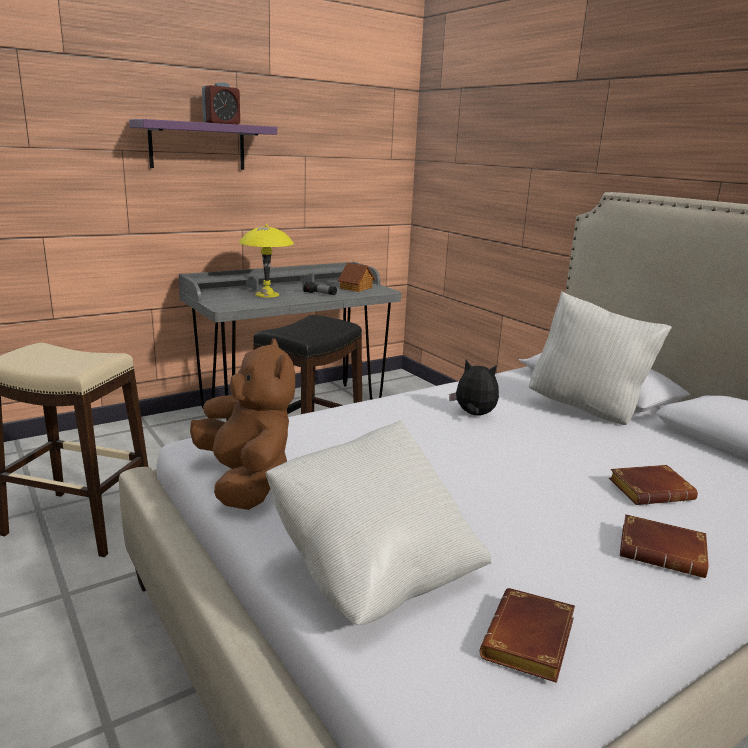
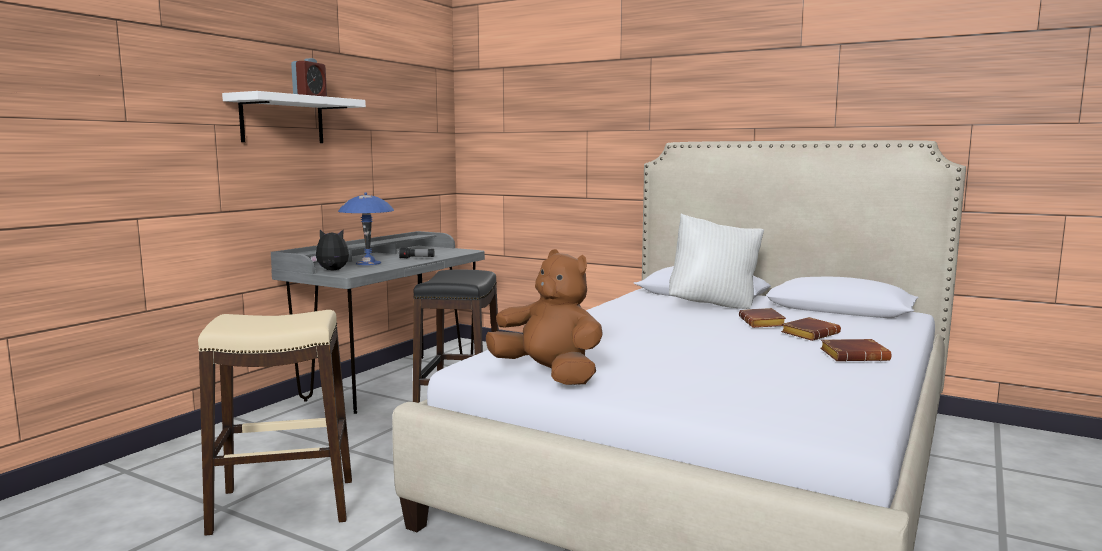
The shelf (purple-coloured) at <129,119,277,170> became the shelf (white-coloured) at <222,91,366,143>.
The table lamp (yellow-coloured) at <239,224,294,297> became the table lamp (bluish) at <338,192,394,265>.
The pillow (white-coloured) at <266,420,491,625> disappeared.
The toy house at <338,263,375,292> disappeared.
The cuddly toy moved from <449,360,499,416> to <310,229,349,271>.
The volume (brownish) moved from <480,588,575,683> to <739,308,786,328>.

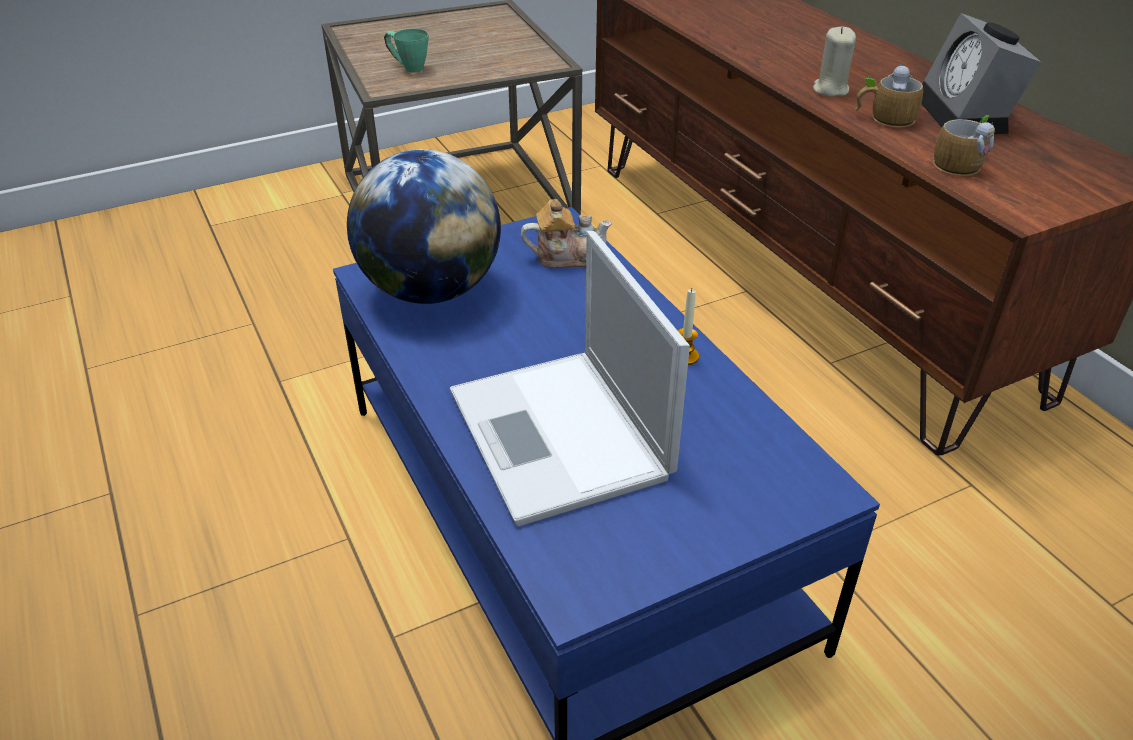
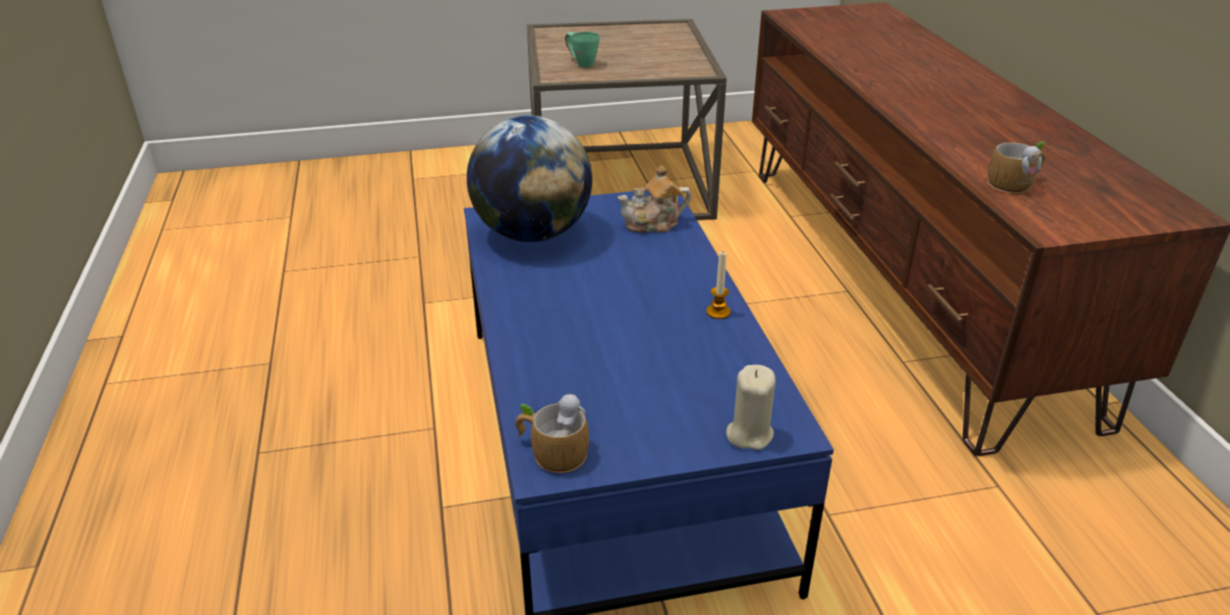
The portable computer at <450,231,690,526> disappeared.
The tea pot at <521,199,612,268> turned 150 degrees clockwise.
The wax light (sand-coloured) moved from <813,27,856,97> to <726,365,776,450>.
The mug moved from <855,64,923,127> to <515,392,589,473>.
The bedside clock at <922,13,1042,134> disappeared.

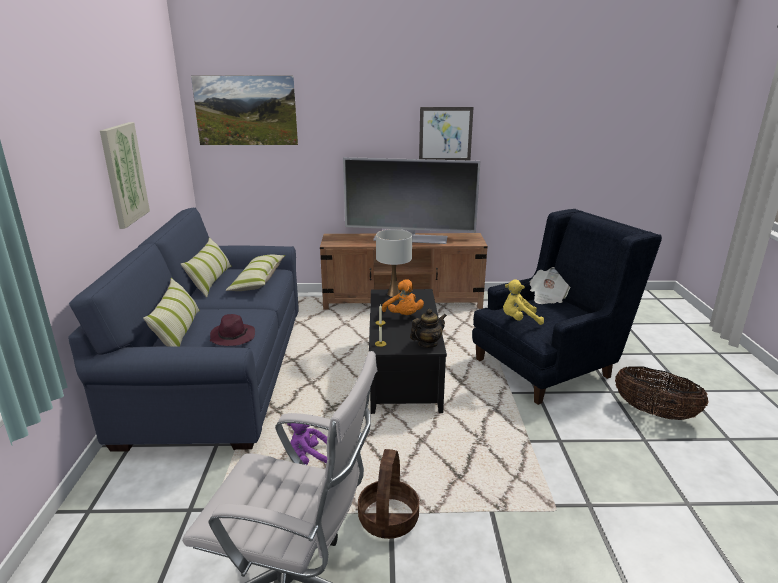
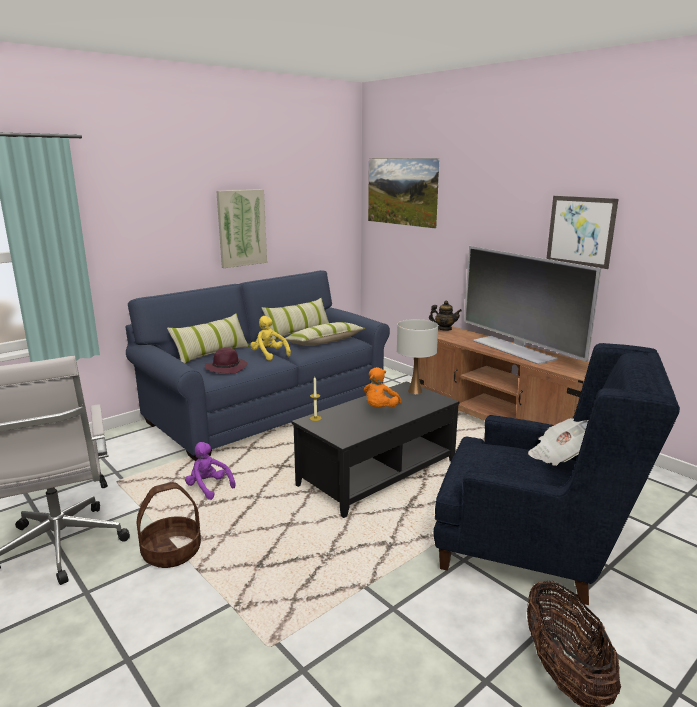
The tea pot moved from <410,309,447,348> to <429,300,462,331>.
The cuddly toy (yellow-coloured) moved from <503,279,544,325> to <250,316,291,361>.

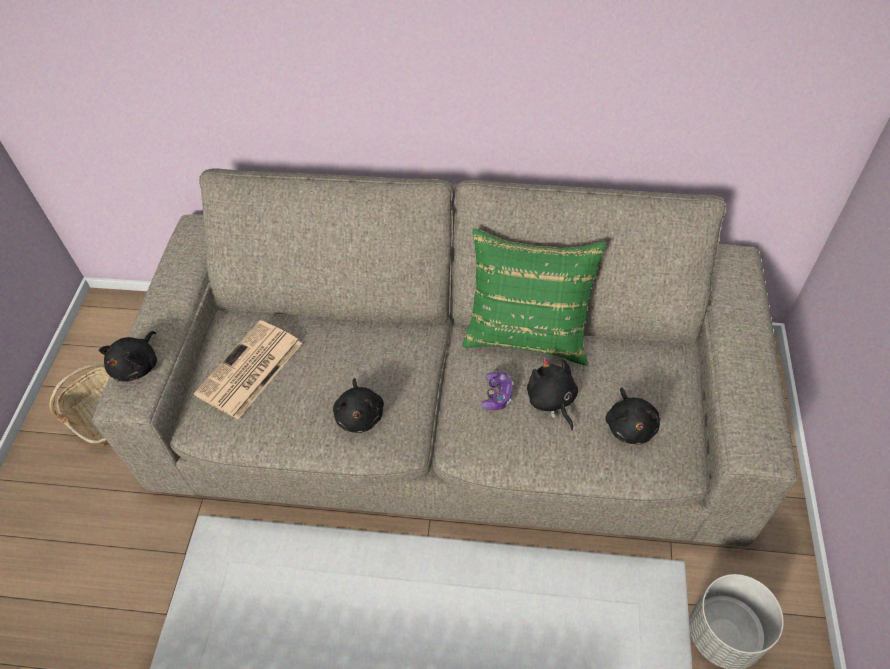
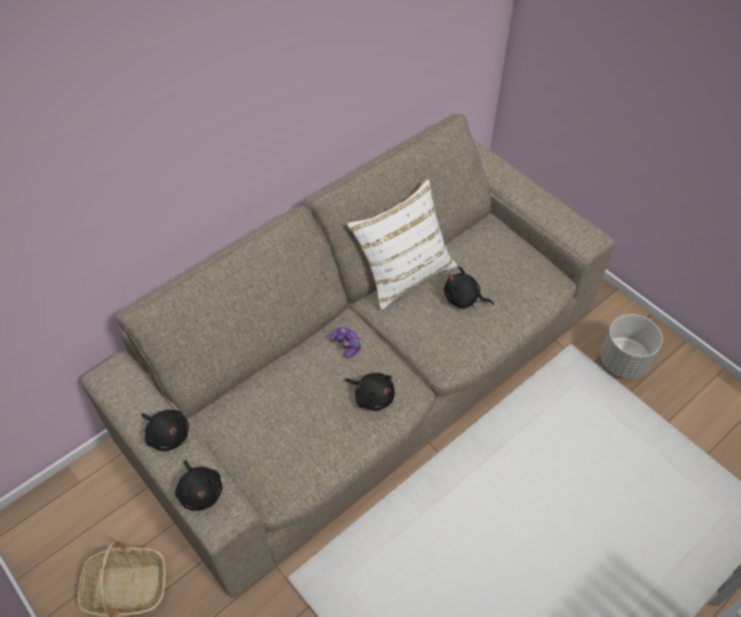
The daily paper at <194,320,302,420> disappeared.
The pillow (green-coloured) at <462,228,606,365> became the pillow (white-coloured) at <347,179,457,310>.
The game controller moved from <481,372,514,410> to <330,327,361,359>.
The cuddly toy (black-coloured) moved from <606,388,661,445> to <141,410,189,451>.

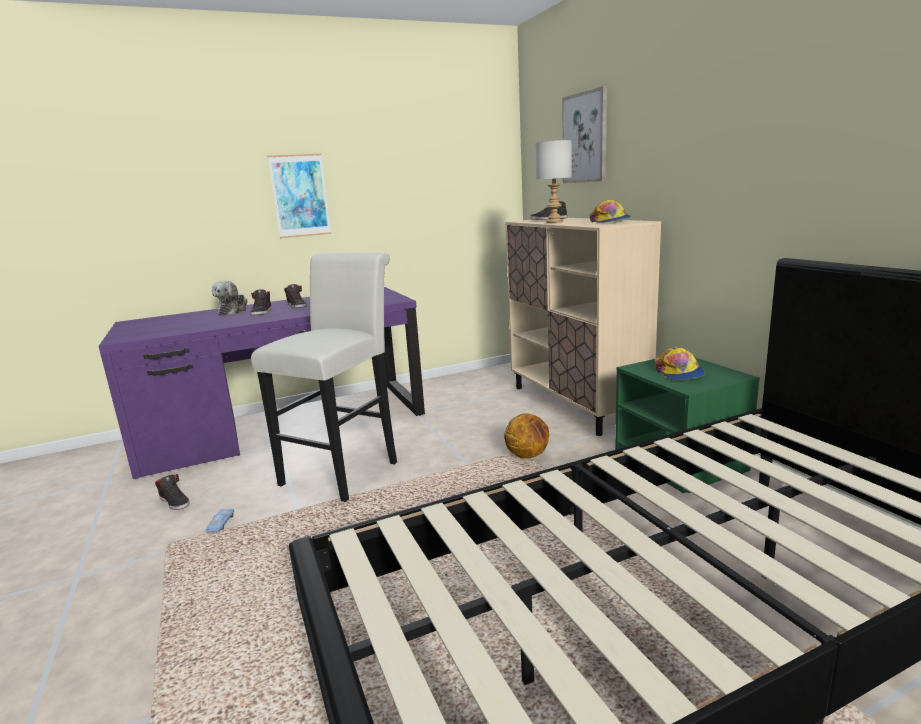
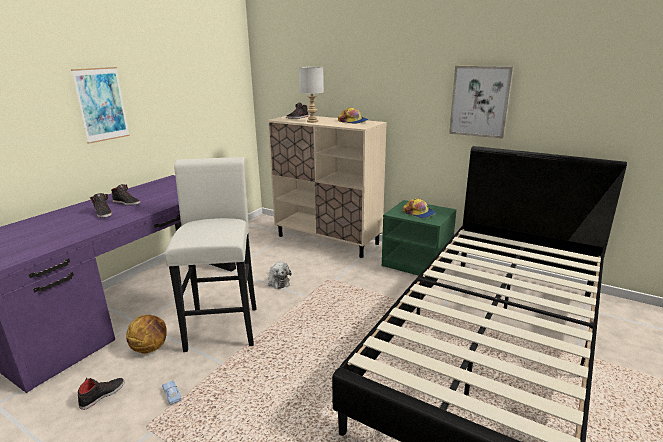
The low shoe (black-coloured) at <155,474,190,510> turned 60 degrees counterclockwise.
The cuddly toy moved from <212,280,247,315> to <268,262,291,289>.
The ball for basketball moved from <504,413,549,459> to <126,315,167,354>.
The picture moved from <562,86,607,183> to <449,66,514,139>.

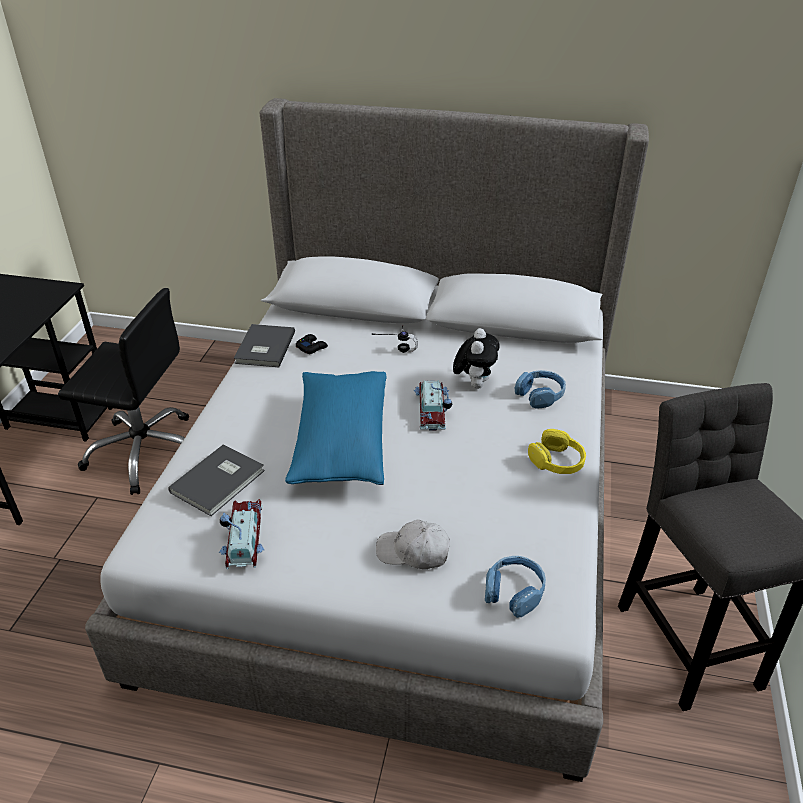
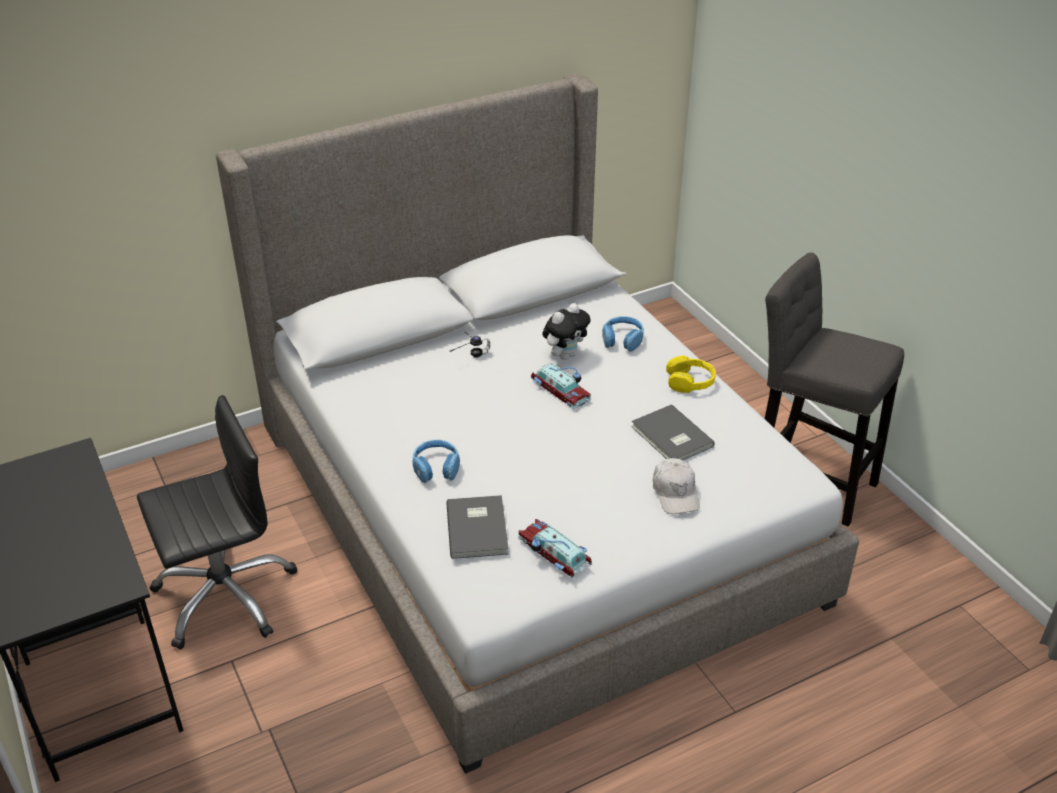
The volume (grey) moved from <234,324,295,367> to <631,404,715,460>.
The pillow (bluish) at <285,371,387,485> disappeared.
The game controller (black-coloured) at <296,334,328,354> disappeared.
The cap (white-coloured) at <376,519,450,569> turned 75 degrees counterclockwise.
The cuddly toy at <453,328,500,389> turned 75 degrees clockwise.
The headset (bluish) moved from <485,556,546,618> to <412,440,460,483>.

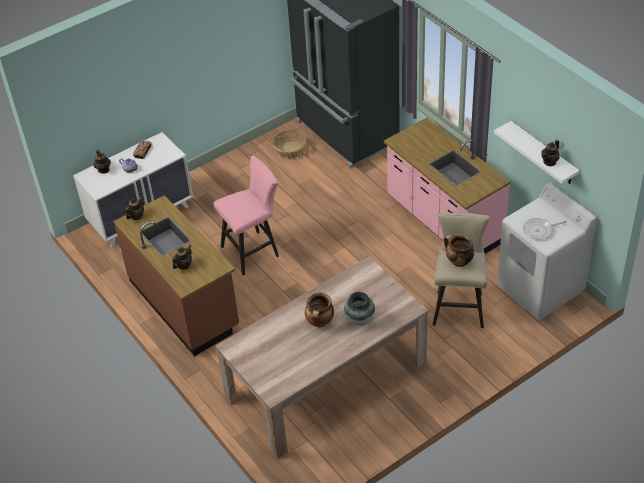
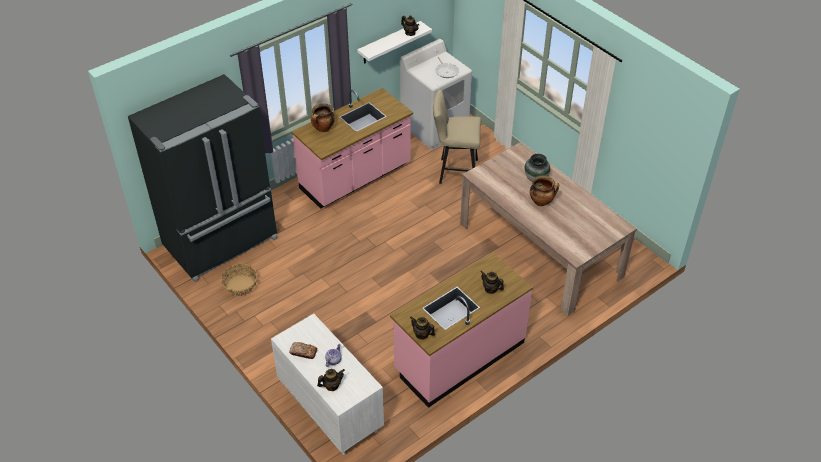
The counter (brownish) at <113,195,239,356> became the counter (pink-coloured) at <390,252,533,408>.
The sitting stool (pink-coloured) at <214,155,279,275> disappeared.
The cooking pot moved from <444,233,475,267> to <311,103,335,132>.

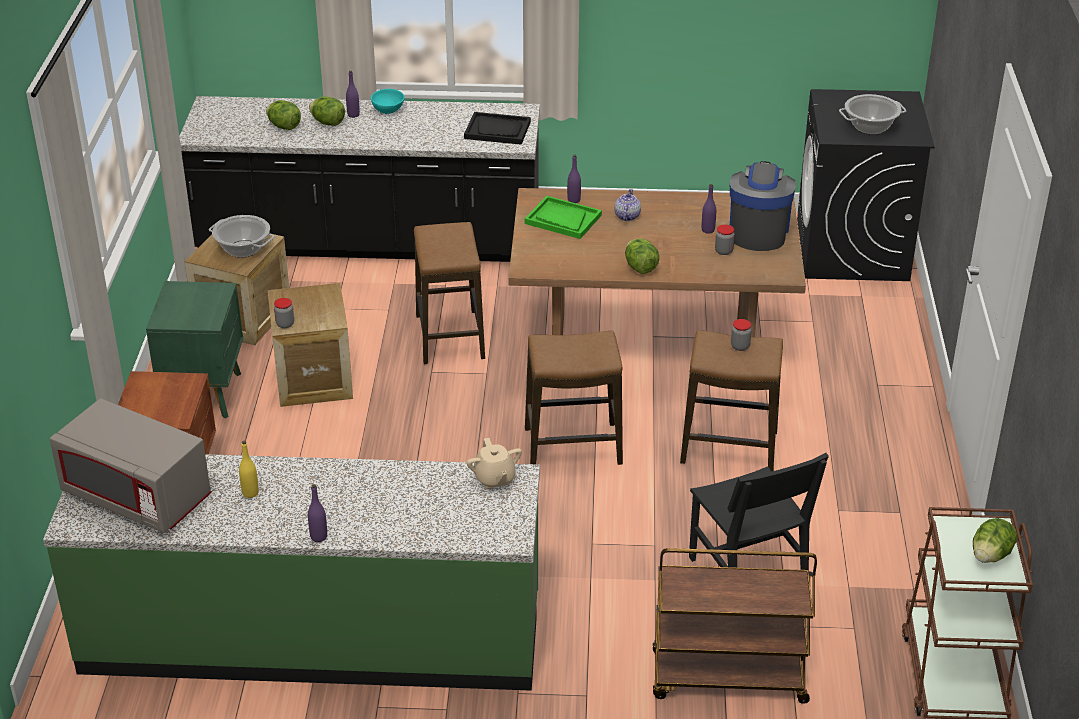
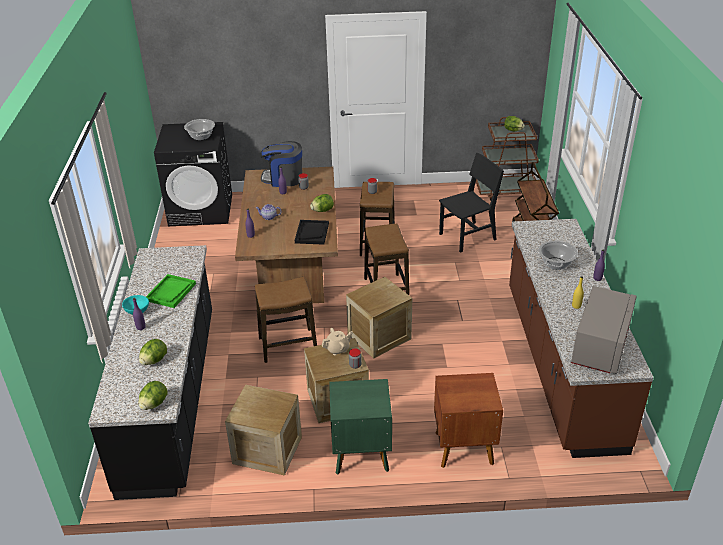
The counter (green-coloured) at <43,454,540,691> became the counter (brownish) at <509,219,654,458>.
The cooking pot moved from <209,215,274,258> to <539,240,578,270>.
The lettuce head moved from <309,96,345,126> to <139,381,168,410>.
The carrying tray (black-coloured) moved from <464,112,531,145> to <295,220,329,245>.
The tea pot (sand-coloured) moved from <467,438,522,489> to <322,328,353,355>.
The carrying tray (green-coloured) moved from <524,196,602,239> to <146,274,196,308>.
The packing crate at <346,277,412,359> appeared.

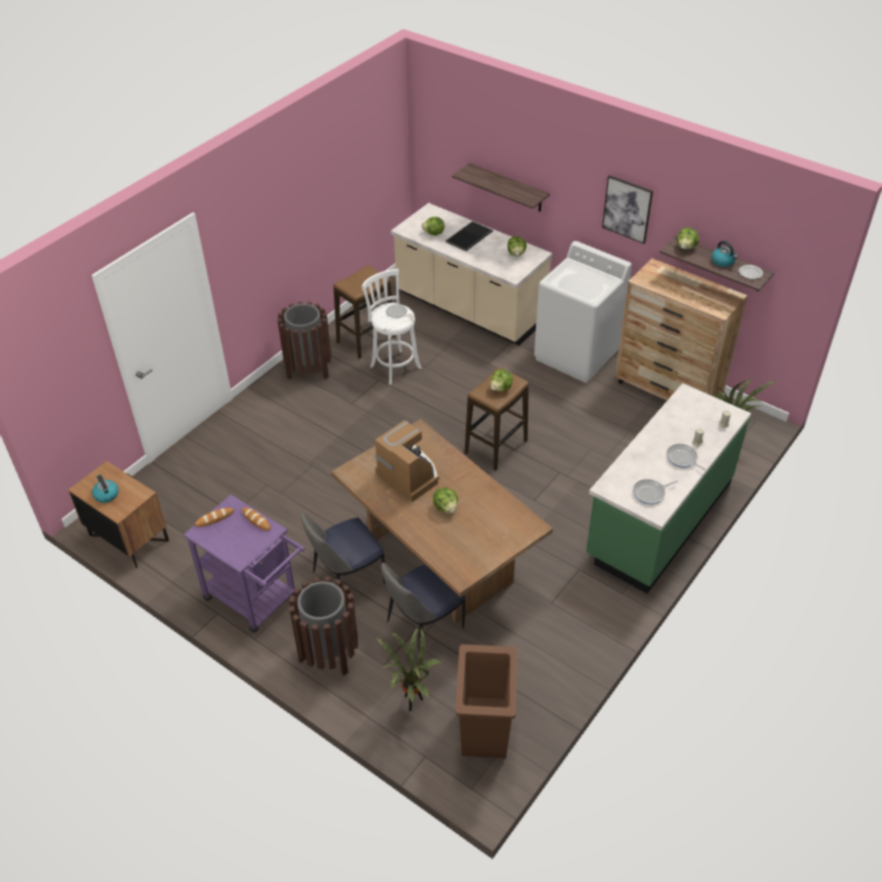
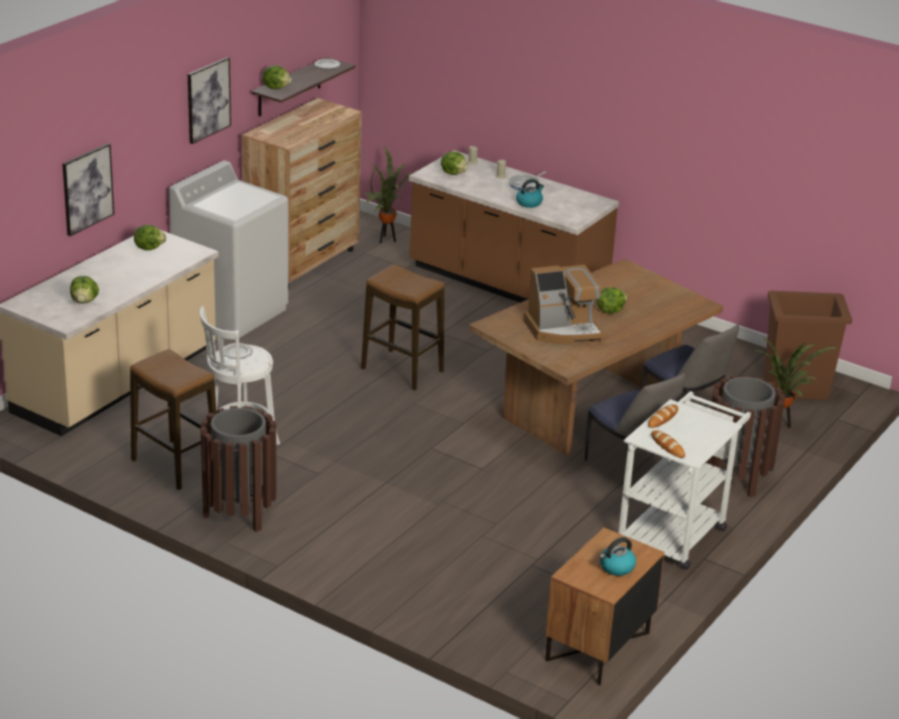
The cart (purple-coloured) at <183,495,305,633> became the cart (white-coloured) at <618,391,751,570>.
The coffee brewer at <375,420,439,502> turned 150 degrees counterclockwise.
The carrying tray at <445,221,493,251> disappeared.
The shelf at <452,163,550,212> was replaced by the picture at <63,143,114,236>.
The lettuce head moved from <490,369,513,391> to <441,151,468,175>.
The counter (green-coloured) at <586,383,751,593> became the counter (brownish) at <409,150,619,303>.
The skillet at <633,479,678,505> disappeared.
The kettle moved from <712,241,738,267> to <516,179,544,208>.

